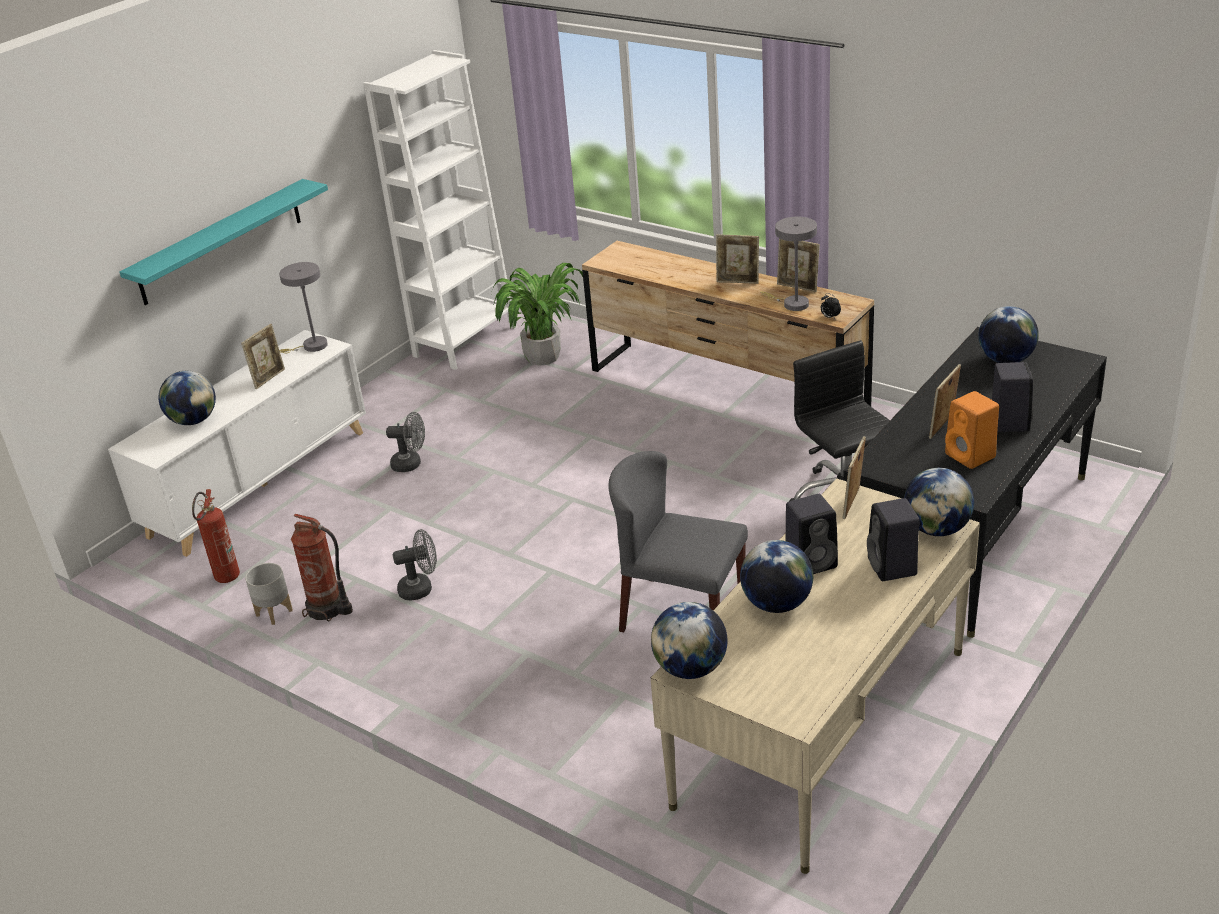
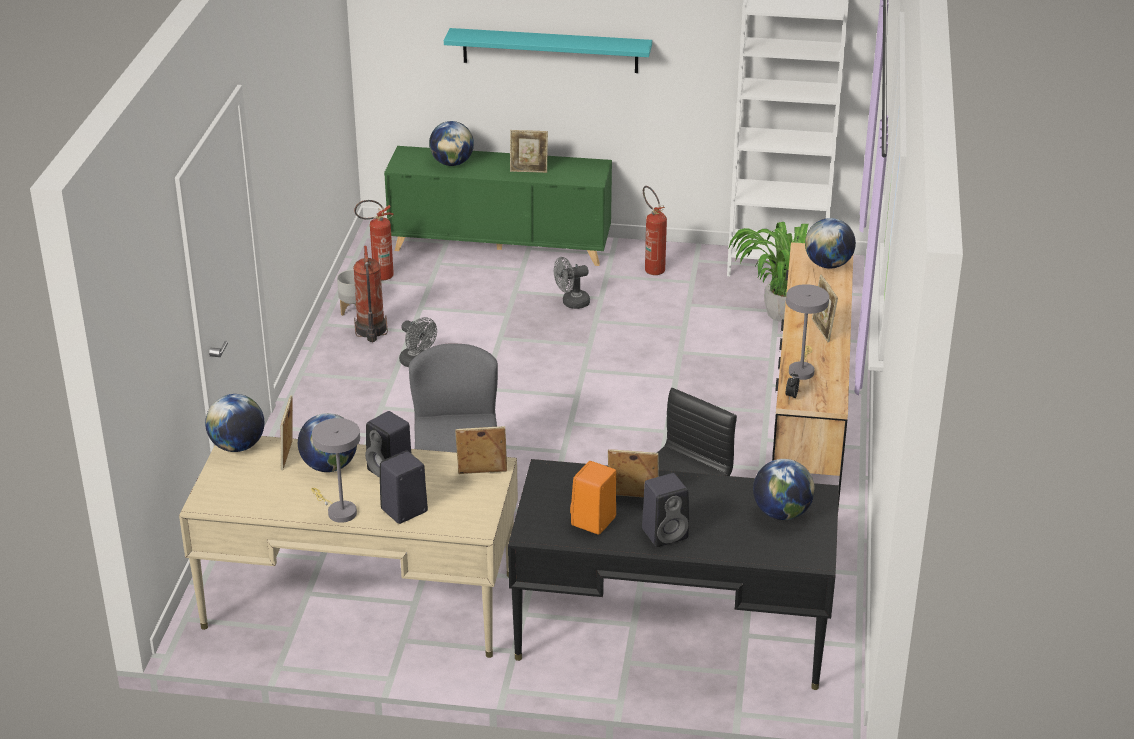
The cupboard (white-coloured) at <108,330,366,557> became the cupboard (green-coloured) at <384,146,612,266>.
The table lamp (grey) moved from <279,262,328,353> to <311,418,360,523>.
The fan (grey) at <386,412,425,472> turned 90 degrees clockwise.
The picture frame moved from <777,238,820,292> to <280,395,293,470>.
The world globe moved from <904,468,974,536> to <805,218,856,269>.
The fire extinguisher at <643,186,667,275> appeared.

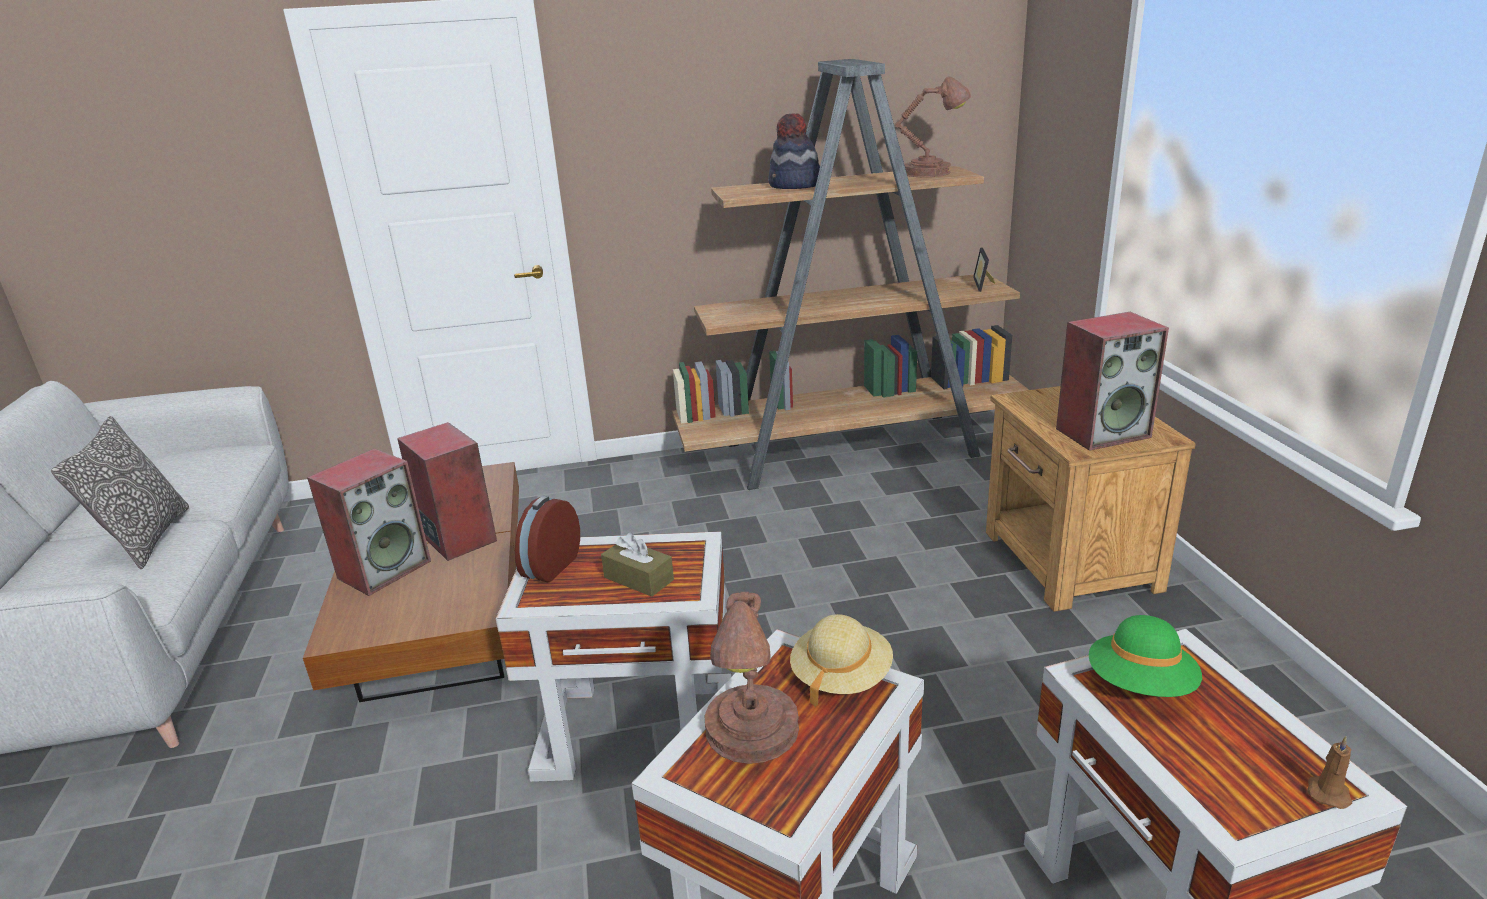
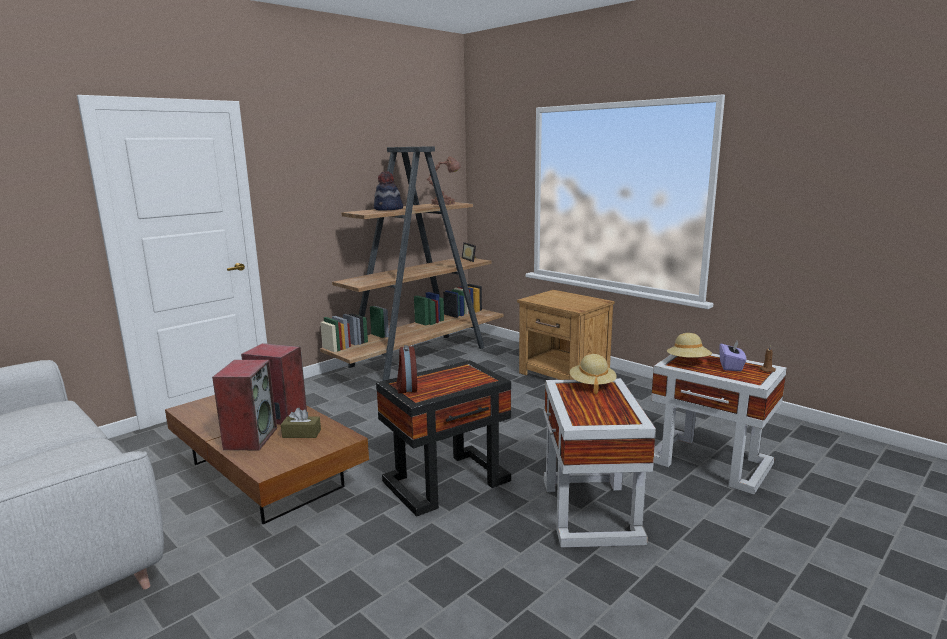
The pillow at <51,416,189,569> disappeared.
The accent table (white-coloured) at <496,532,732,782> became the accent table (black-coloured) at <376,360,511,517>.
The tissue holder (brownish) moved from <601,533,674,597> to <281,408,321,438>.
The table lamp (brownish) at <704,592,799,764> disappeared.
The audio speaker at <1056,312,1169,451> disappeared.
The wearable hat (green-coloured) at <1089,615,1202,697> became the wearable hat (sand-coloured) at <667,333,712,358>.
The tissue holder (purple-coloured) at <719,341,746,371> appeared.

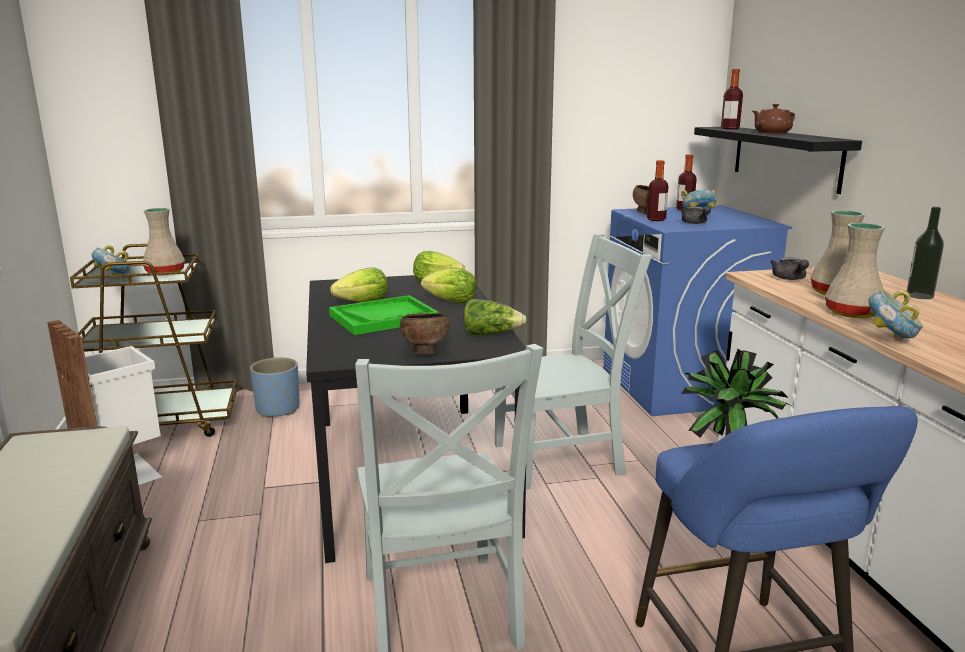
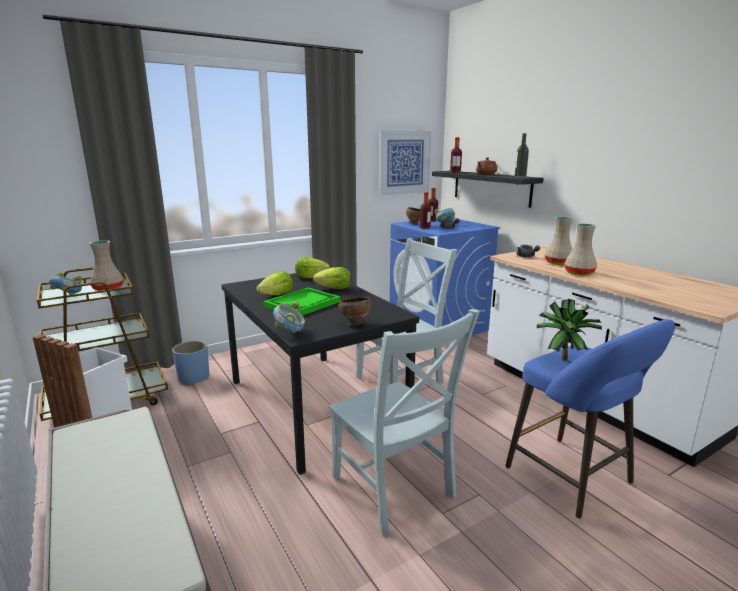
The lettuce head at <464,299,527,335> disappeared.
The serving bowl moved from <869,290,923,341> to <273,302,305,333>.
The bottle moved from <907,207,944,299> to <515,133,529,177>.
The picture at <379,130,431,195> appeared.

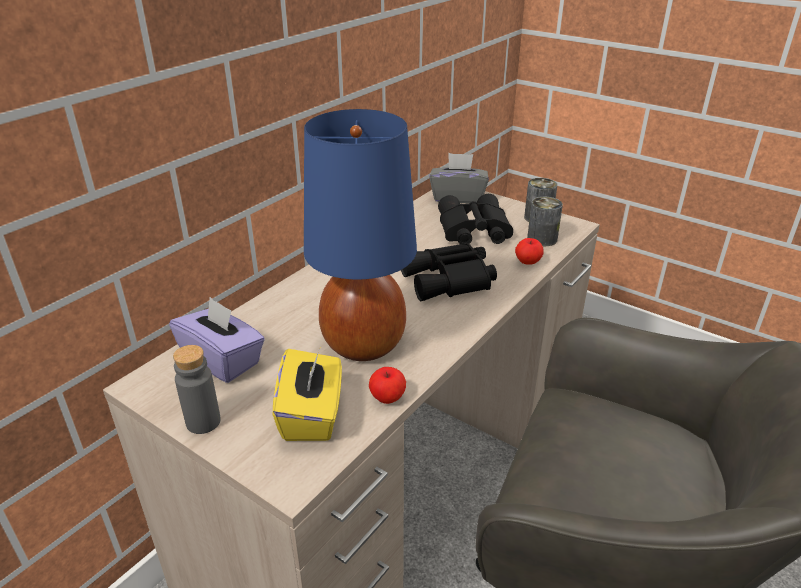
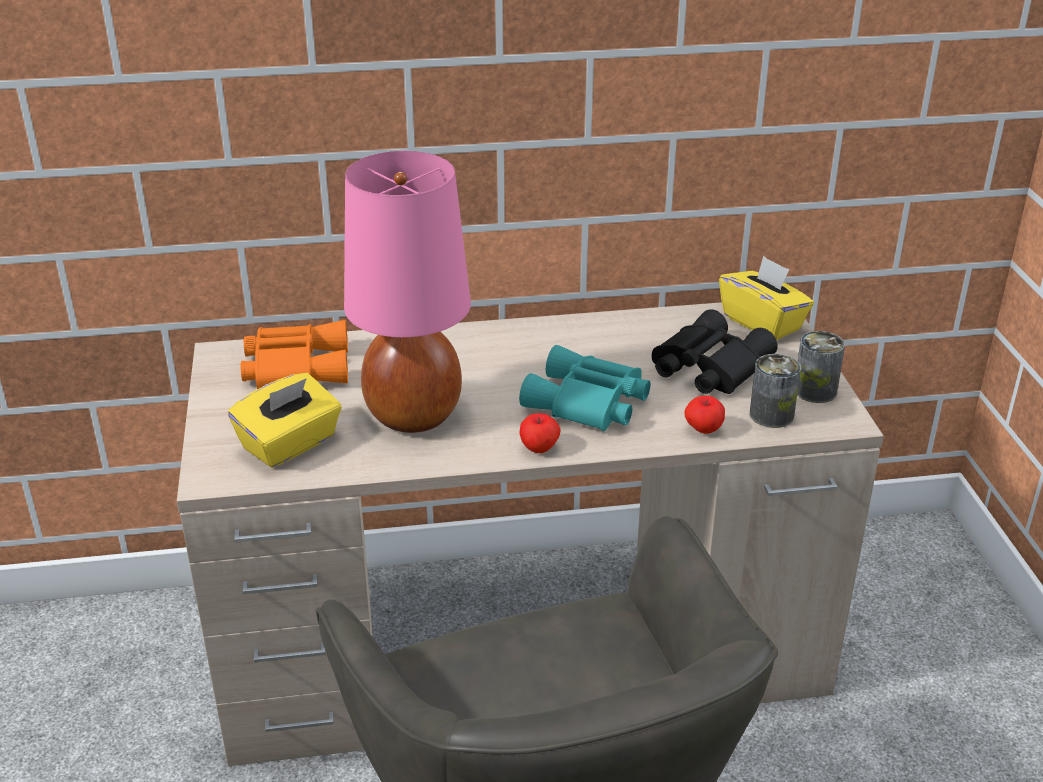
The tissue holder (purple-coloured) at <169,297,265,383> was replaced by the pair of binoculars (orange-coloured) at <241,320,348,389>.
The bottle (grey) at <173,345,221,434> disappeared.
The table lamp (bluish) at <304,109,417,361> became the table lamp (pink-coloured) at <344,151,471,433>.
The apple fruit moved from <369,367,406,404> to <519,413,560,453>.
The pair of binoculars (black-coloured) at <401,243,497,301> became the pair of binoculars (blue-green) at <519,345,651,431>.
The tissue holder (grey) at <429,153,489,204> became the tissue holder (yellow-coloured) at <719,256,814,340>.

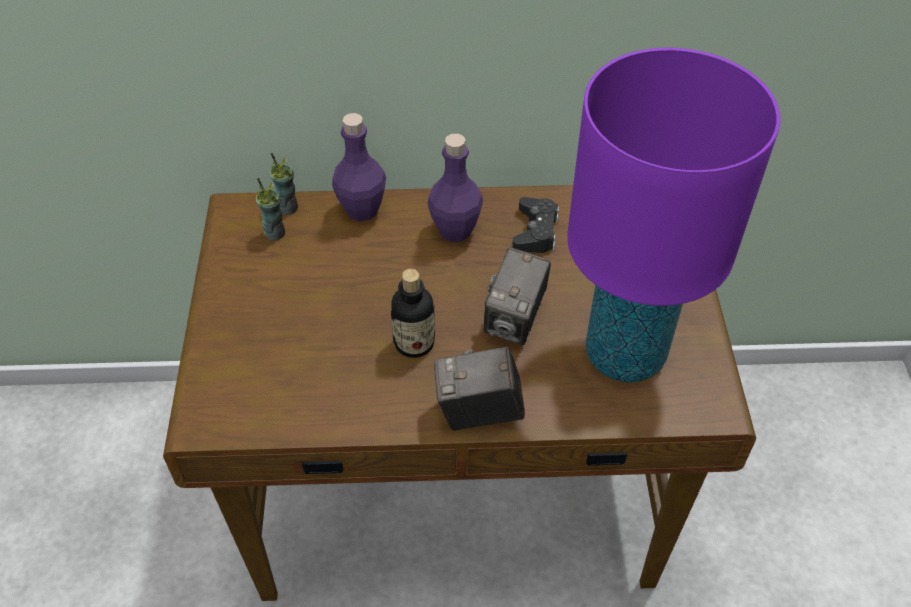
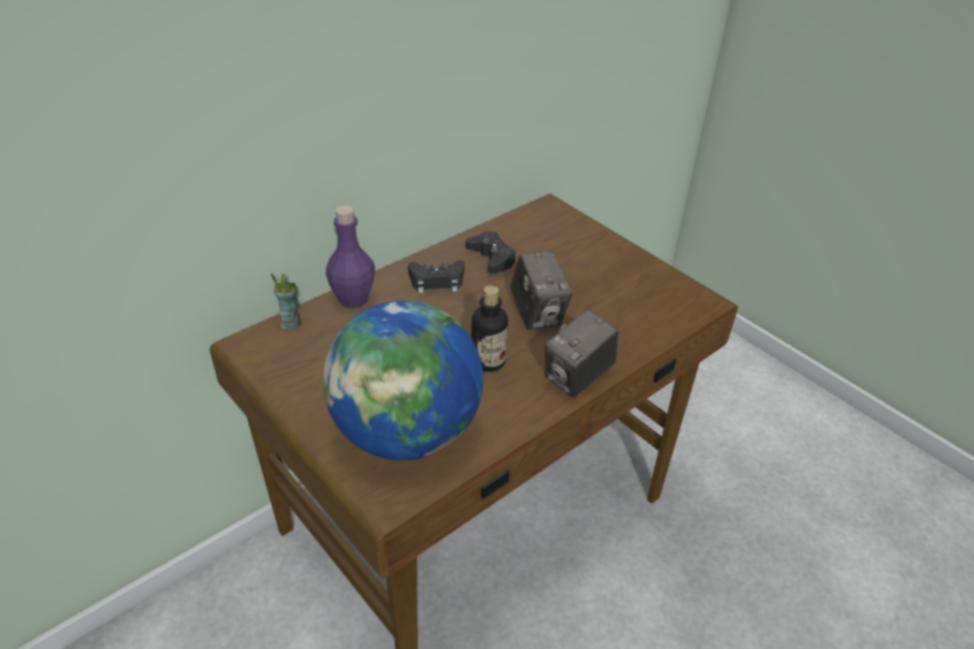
The drinking cup at <256,178,285,241> disappeared.
The bottle (purple-coloured) at <428,134,483,242> was replaced by the game controller (black-coloured) at <408,260,465,293>.
The table lamp (purple-coloured) at <567,48,780,382> disappeared.
The world globe at <323,300,483,461> appeared.

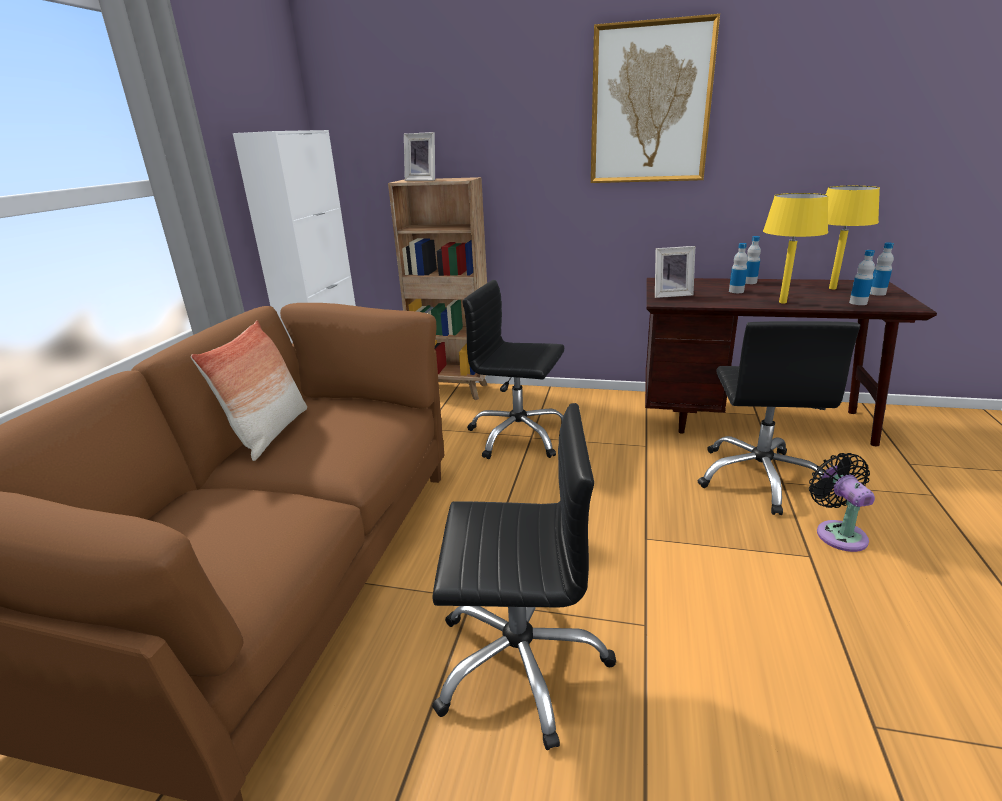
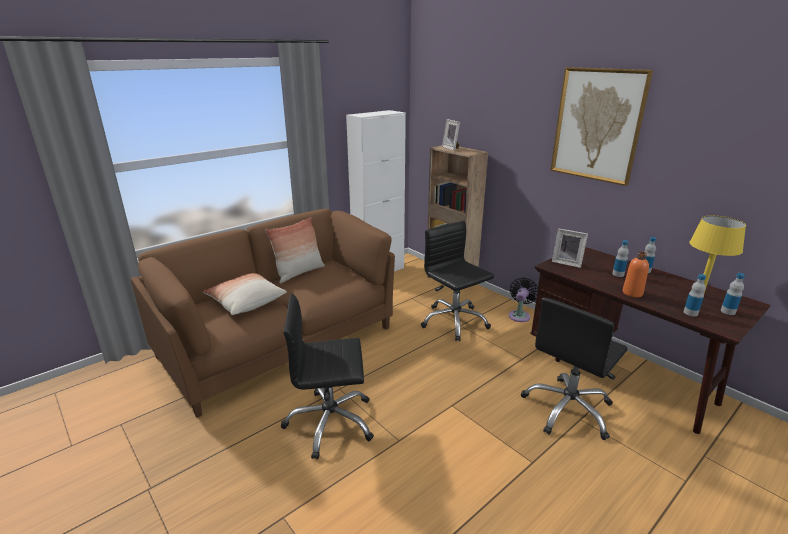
The desk chair (black-coloured) at <432,403,616,750> turned 135 degrees clockwise.
The table lamp (yellow-coloured) at <763,193,828,303> was replaced by the bottle (orange-coloured) at <623,251,649,297>.
The fan (black-coloured) moved from <809,453,875,552> to <509,278,538,322>.
The pillow at <203,273,287,315> appeared.

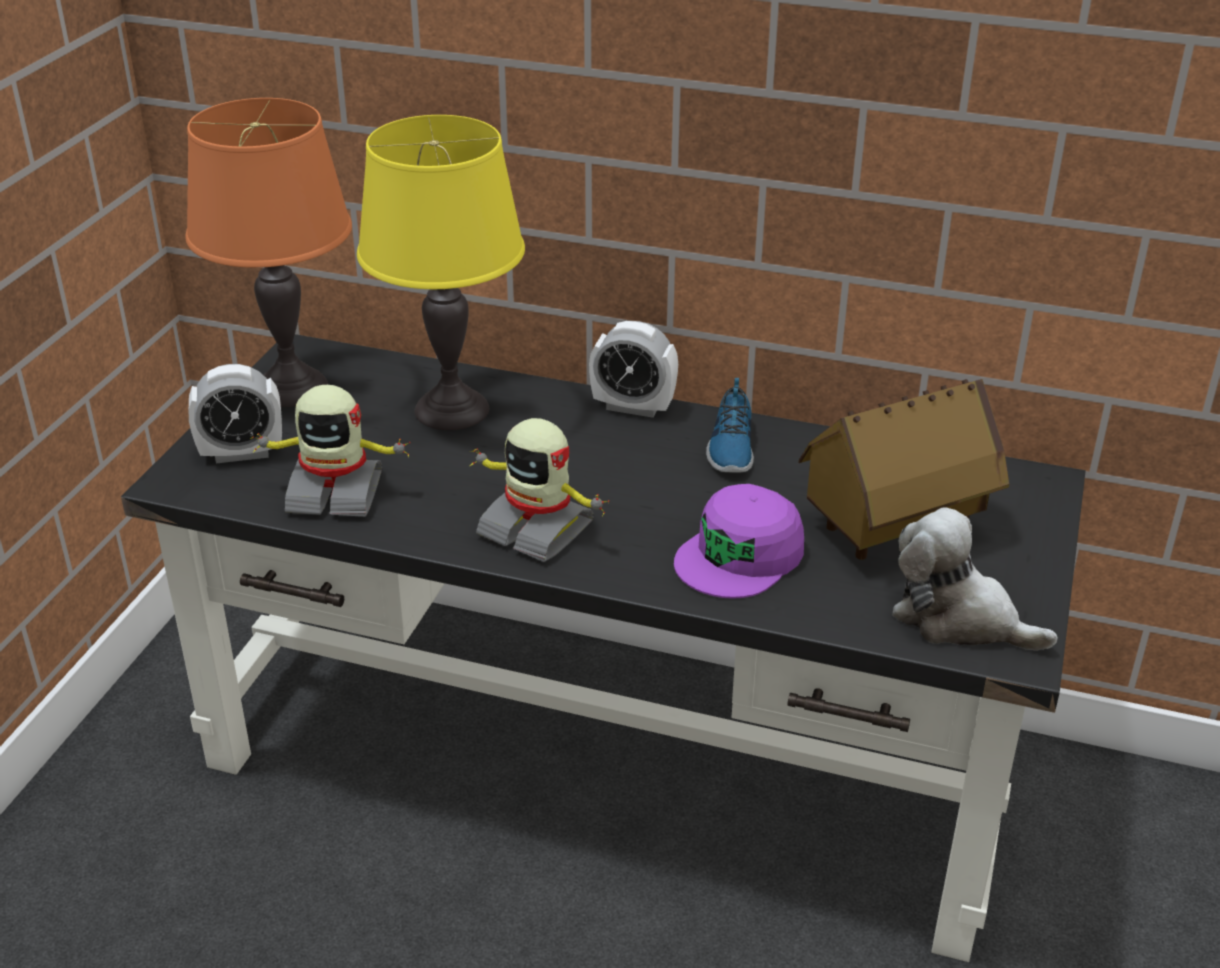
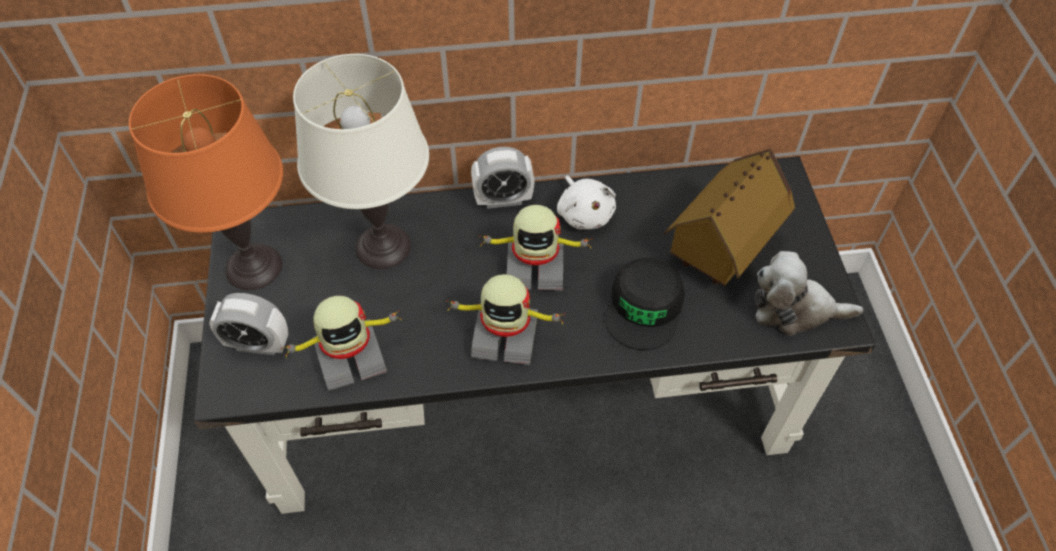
The bedside clock at <189,364,282,463> turned 45 degrees clockwise.
The table lamp (yellow-coloured) at <357,115,525,430> became the table lamp (white-coloured) at <293,54,429,269>.
The cap (purple-coloured) at <674,484,804,599> became the cap (black-coloured) at <605,258,685,350>.
The low shoe at <706,378,754,473> was replaced by the cuddly toy (white-coloured) at <557,176,616,229>.
The robot figure at <479,205,592,291> appeared.

